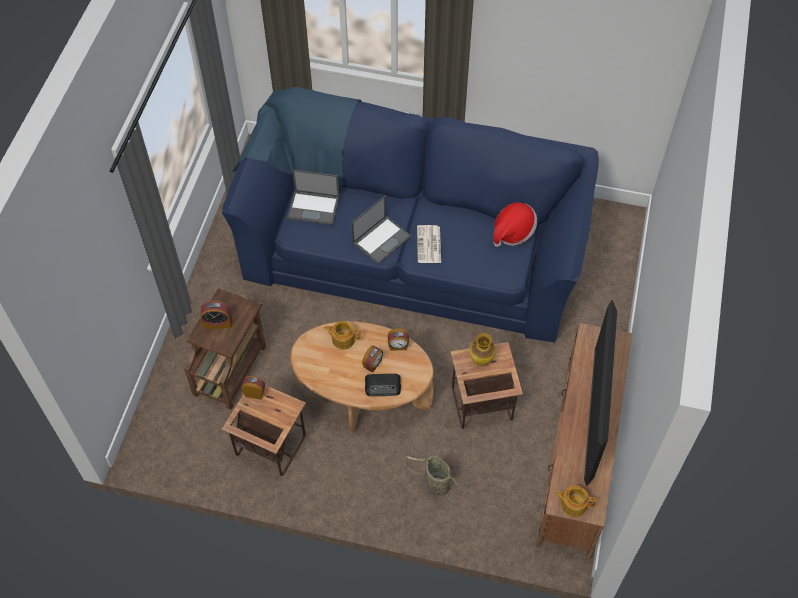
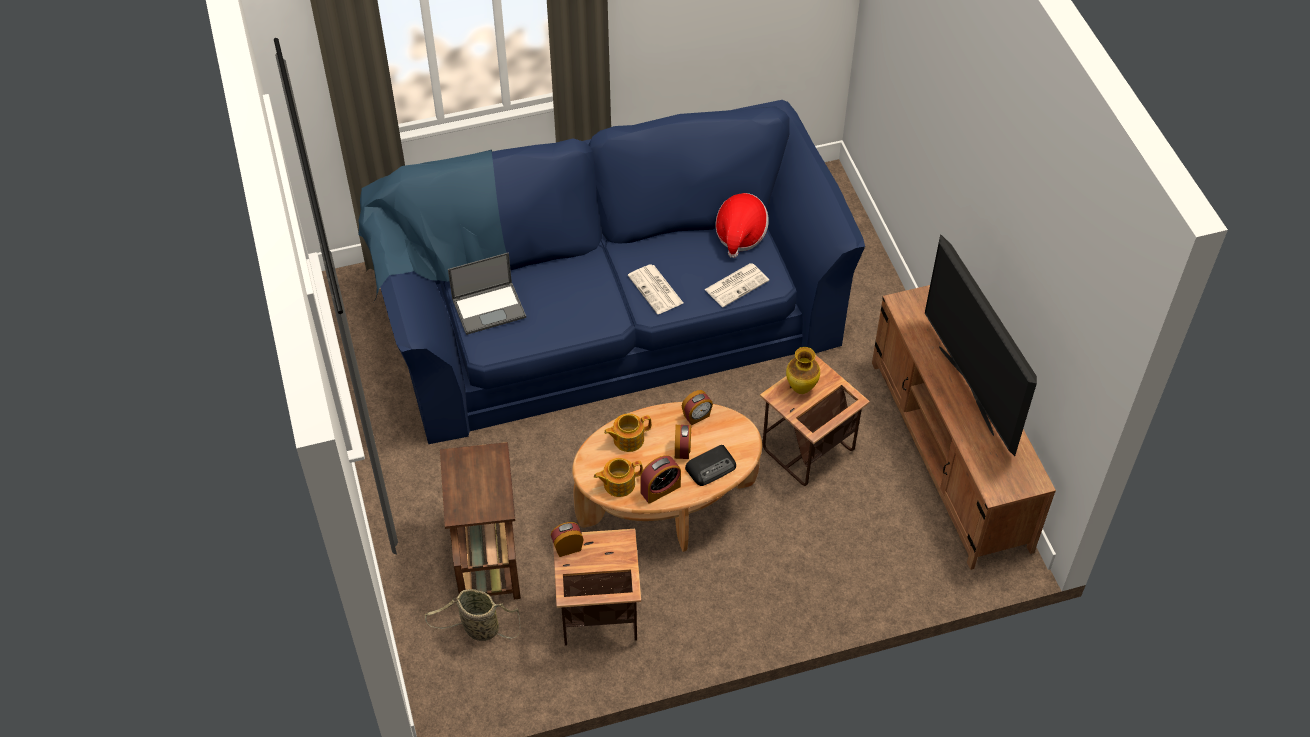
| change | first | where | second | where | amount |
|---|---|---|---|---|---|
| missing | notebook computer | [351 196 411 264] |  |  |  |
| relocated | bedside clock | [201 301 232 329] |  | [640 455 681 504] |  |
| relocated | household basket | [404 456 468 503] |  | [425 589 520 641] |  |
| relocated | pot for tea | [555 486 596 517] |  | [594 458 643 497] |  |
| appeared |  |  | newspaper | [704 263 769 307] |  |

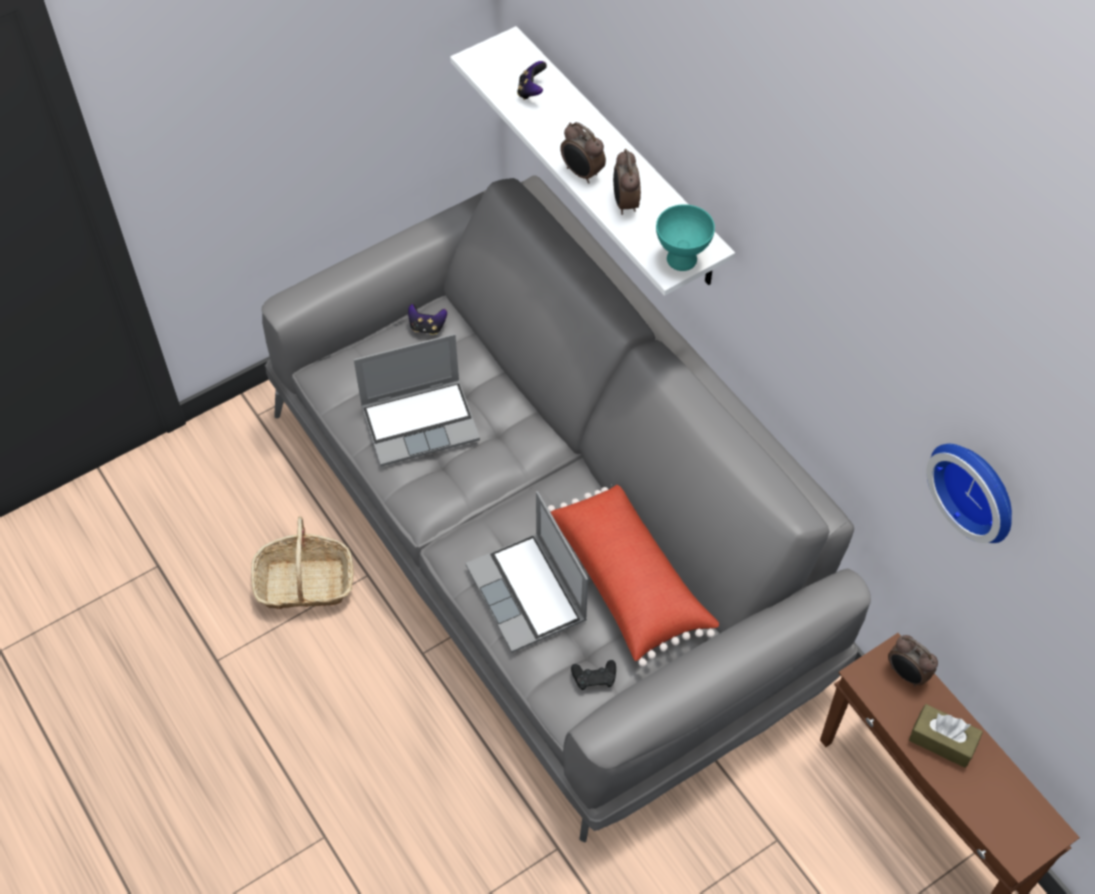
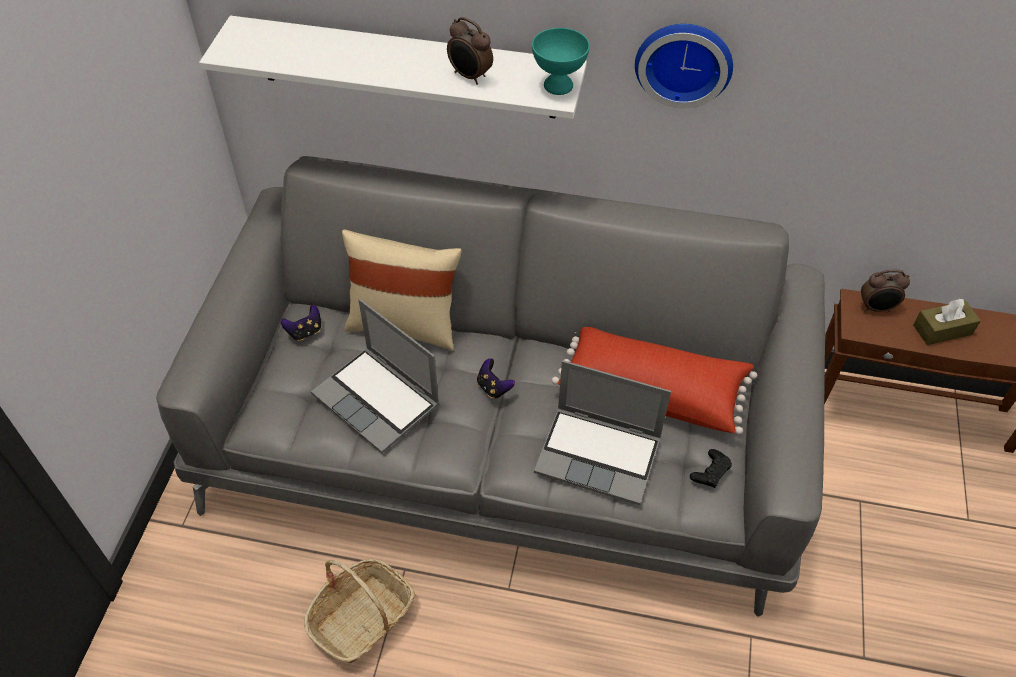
| change | first | where | second | where | amount |
|---|---|---|---|---|---|
| relocated | joypad | [517 61 547 100] |  | [477 358 515 399] |  |
| missing | bedside clock | [560 122 606 184] |  |  |  |
| spun | notebook computer | [354 334 480 466] |  | [311 299 440 453] | 105 degrees clockwise |
| relocated | hanging clock | [926 444 1012 543] |  | [635 24 733 108] |  |
| appeared |  |  | cushion/beige | [342 230 462 351] |  |

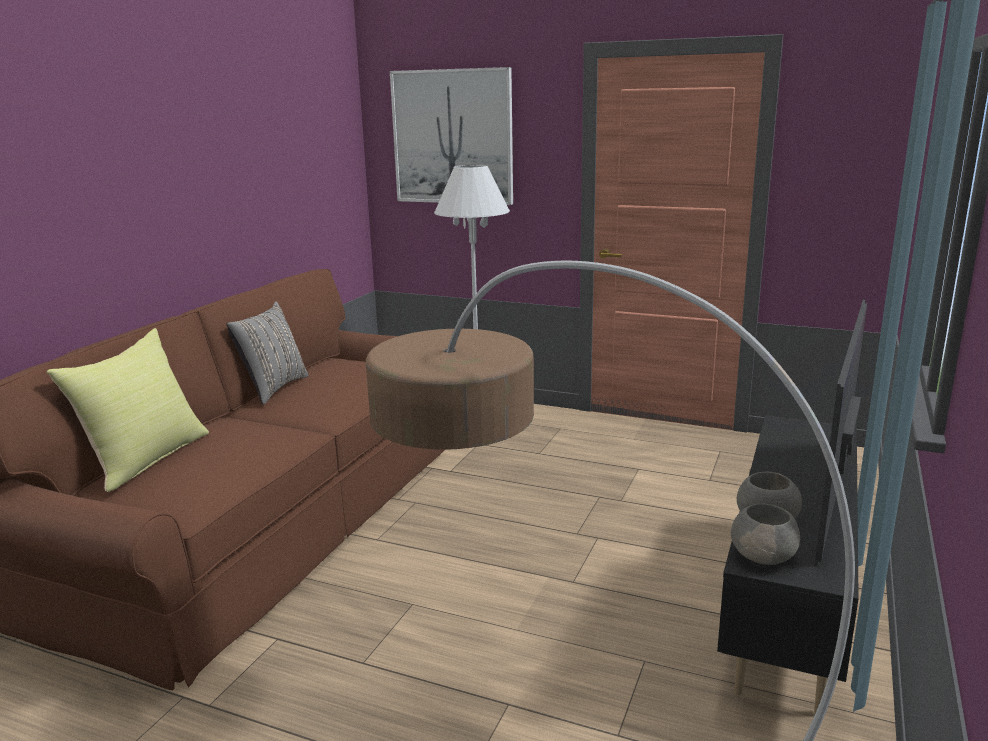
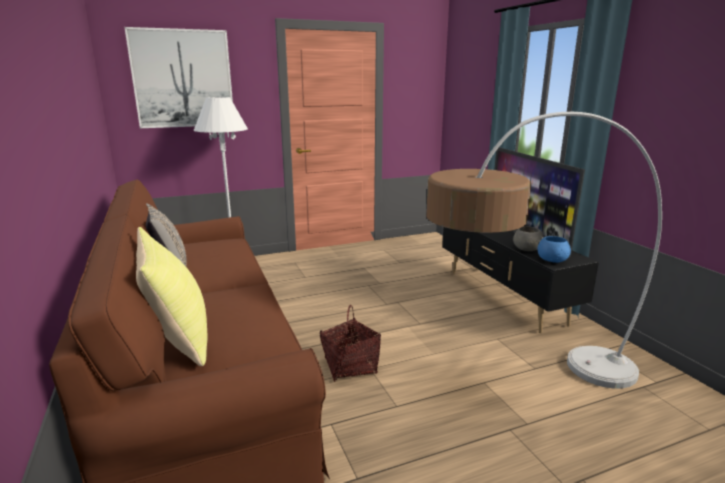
| change | first | where | second | where | amount |
|---|---|---|---|---|---|
| colour | bowl/grey | [731 504 800 565] | bowl/blue | [538 236 571 263] |  |
| appeared |  |  | household basket | [320 305 381 382] |  |

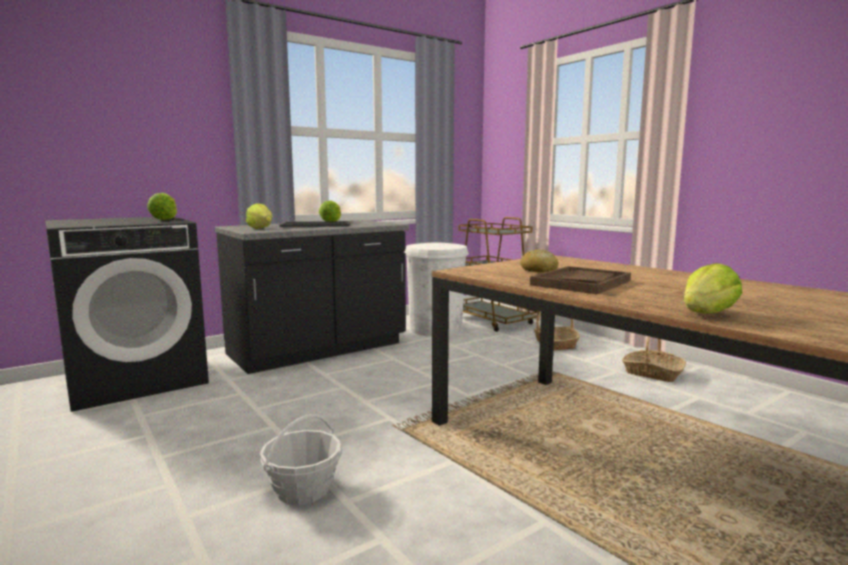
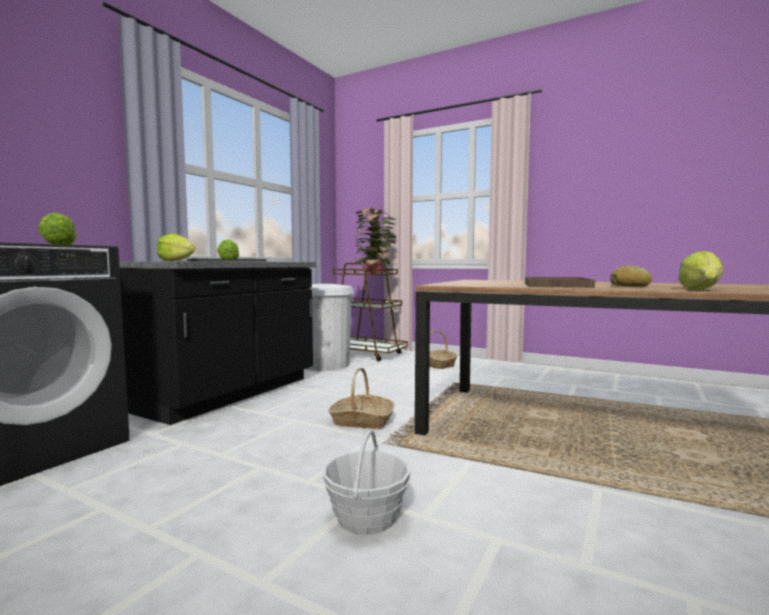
| change | first | where | second | where | amount |
|---|---|---|---|---|---|
| relocated | bakery bread | [520 249 559 272] |  | [610 265 652 287] |  |
| relocated | household basket | [622 336 686 382] |  | [328 368 395 429] |  |
| appeared |  |  | potted plant | [352 208 396 274] |  |

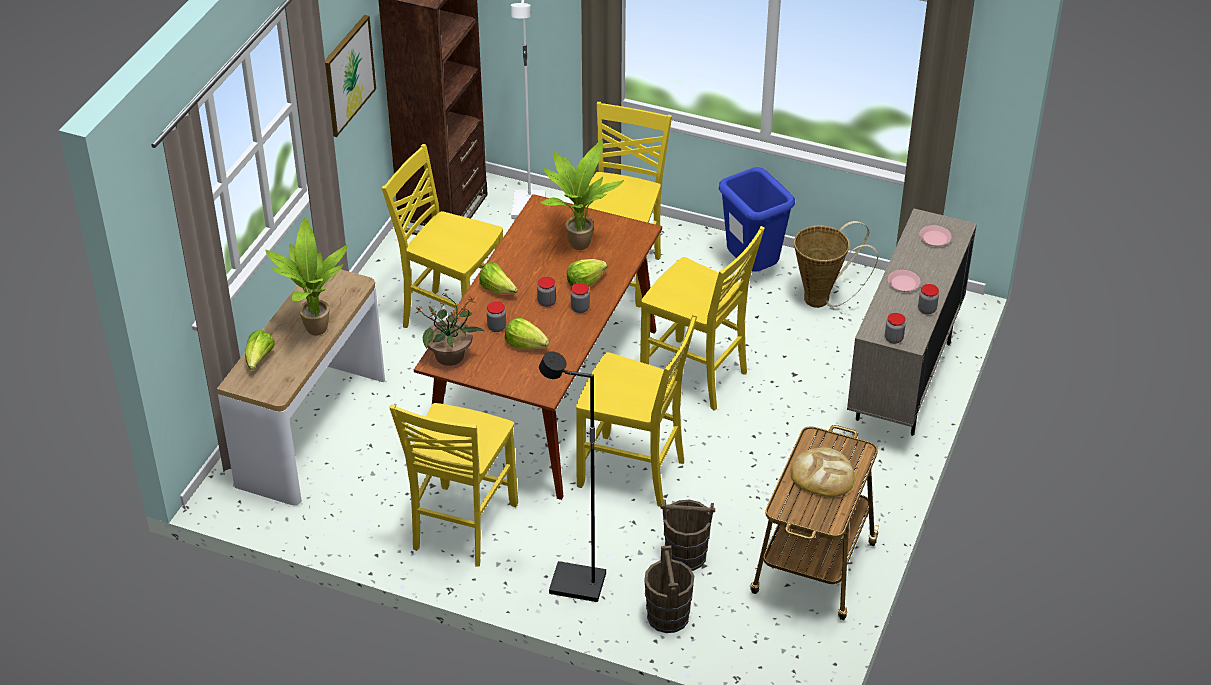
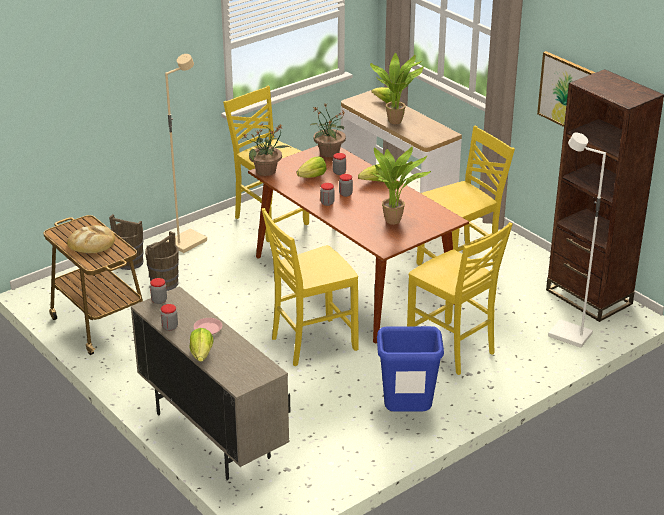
| change | first | where | second | where | amount |
|---|---|---|---|---|---|
| missing | household basket | [794 221 878 308] |  |  |  |
| missing | plate/pink-coloured | [919 225 952 246] |  |  |  |
| relocated | lettuce | [567 259 607 287] |  | [190 328 213 362] |  |
| missing | plain chair/yellowish | [576 313 698 507] |  |  |  |
| colour | standing lamp/blackish | [539 351 606 602] | standing lamp/beige | [165 54 207 253] |  |
| appeared |  |  | potted plant | [242 124 291 176] |  |

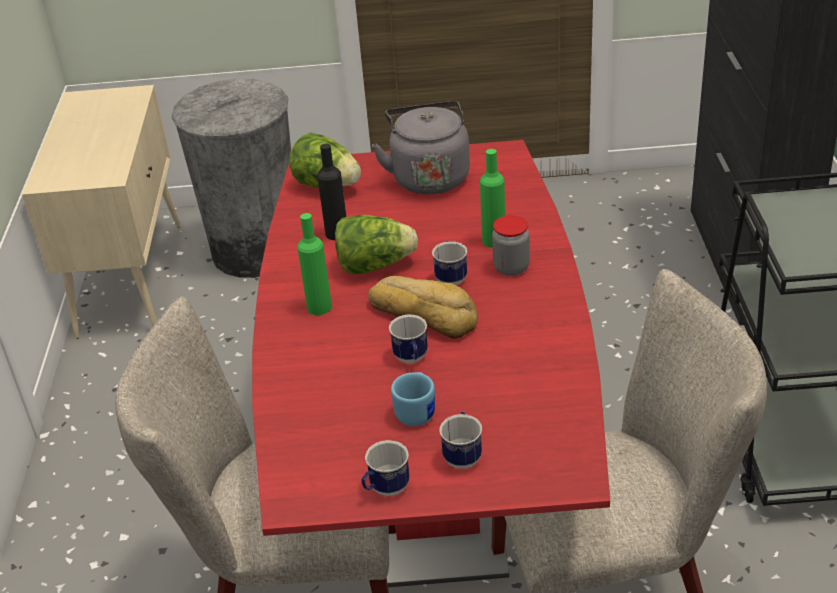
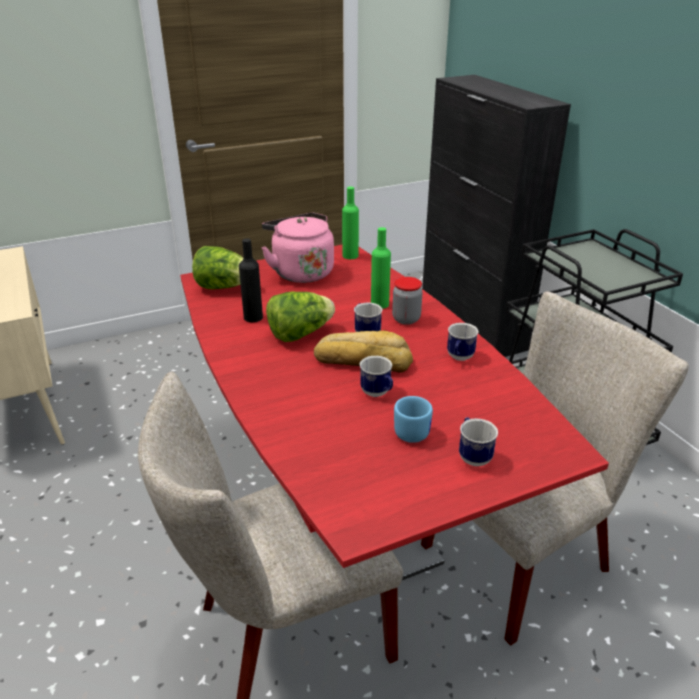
| change | first | where | second | where | amount |
|---|---|---|---|---|---|
| missing | rubbish bin/grey | [172 79 291 278] |  |  |  |
| colour | kettle/grey | [372 101 470 194] | kettle/pink-coloured | [261 213 334 283] |  |
| relocated | beverage bottle/green-coloured | [297 213 332 315] |  | [342 187 359 259] |  |
| relocated | tea mug | [362 440 410 496] |  | [447 323 479 361] |  |

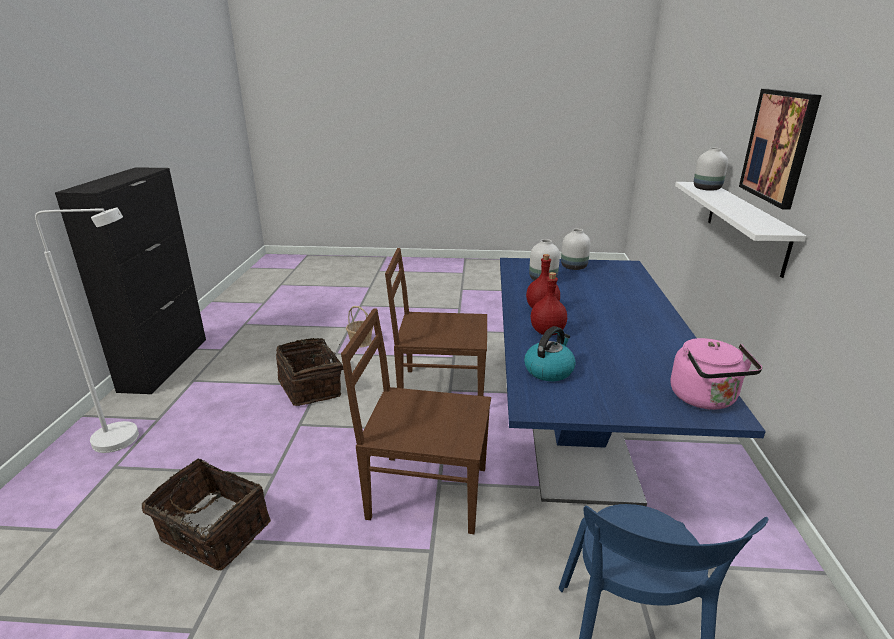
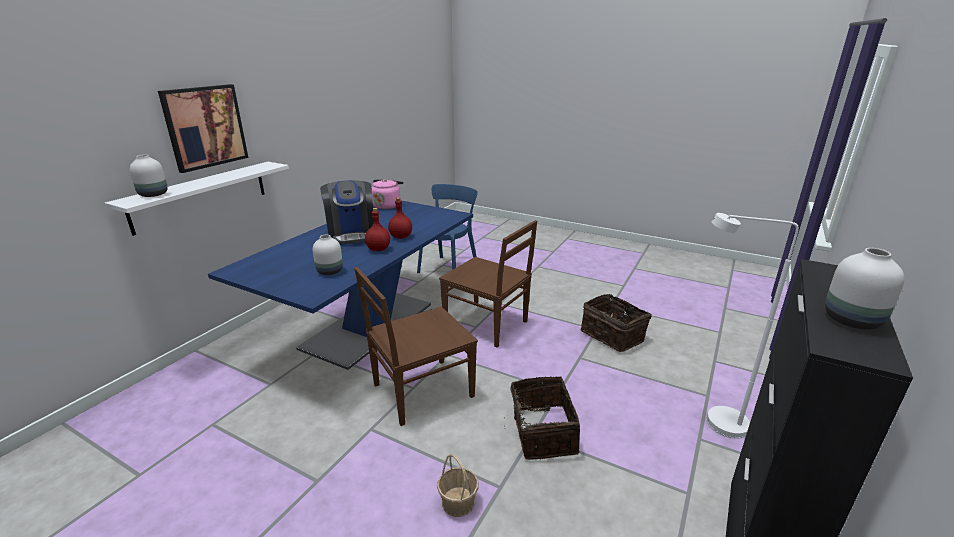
| change | first | where | second | where | amount |
|---|---|---|---|---|---|
| relocated | decorative vase/white | [561 229 591 270] |  | [825 248 904 329] |  |
| spun | plain chair/brownish | [385 248 487 396] |  | [354 267 478 426] | 120 degrees clockwise |
| missing | kettle | [524 326 576 381] |  |  |  |
| appeared |  |  | coffee brewer | [320 180 373 245] |  |

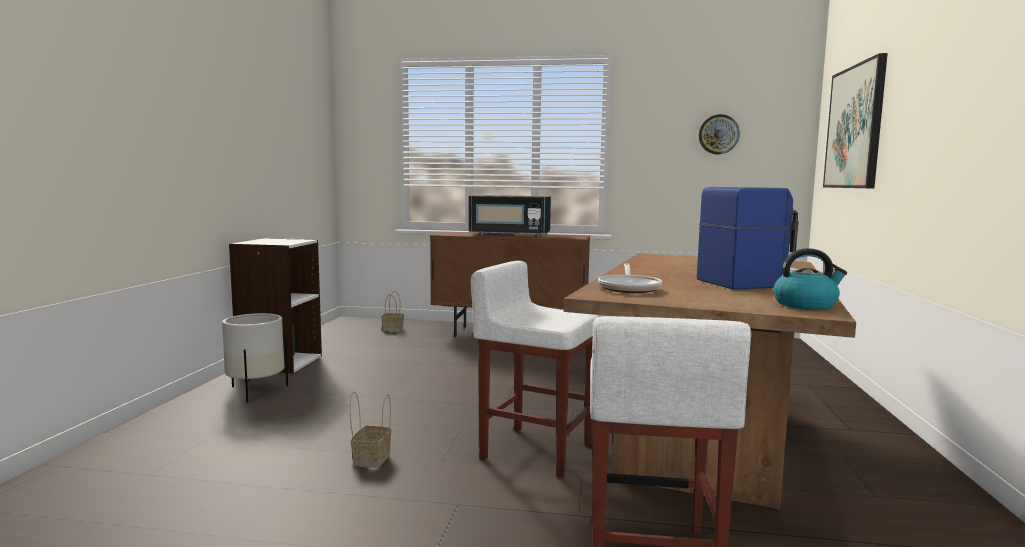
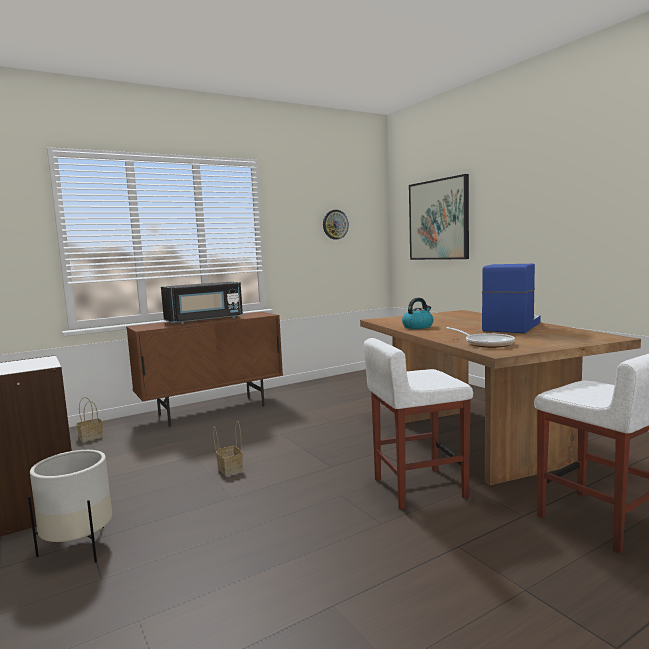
| change | first | where | second | where | amount |
|---|---|---|---|---|---|
| relocated | kettle | [774 248 847 310] |  | [402 298 433 329] |  |
| relocated | household basket | [350 391 391 468] |  | [213 421 243 476] |  |

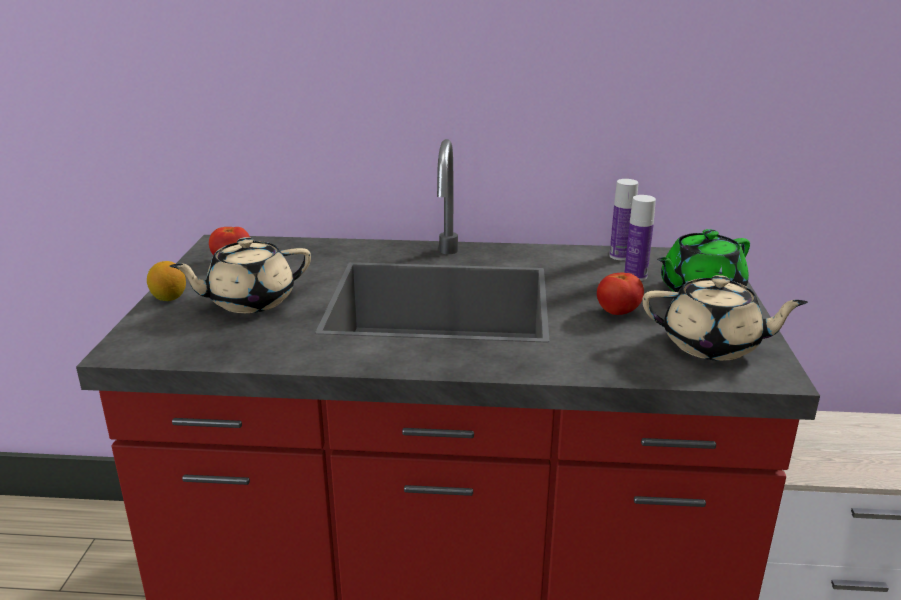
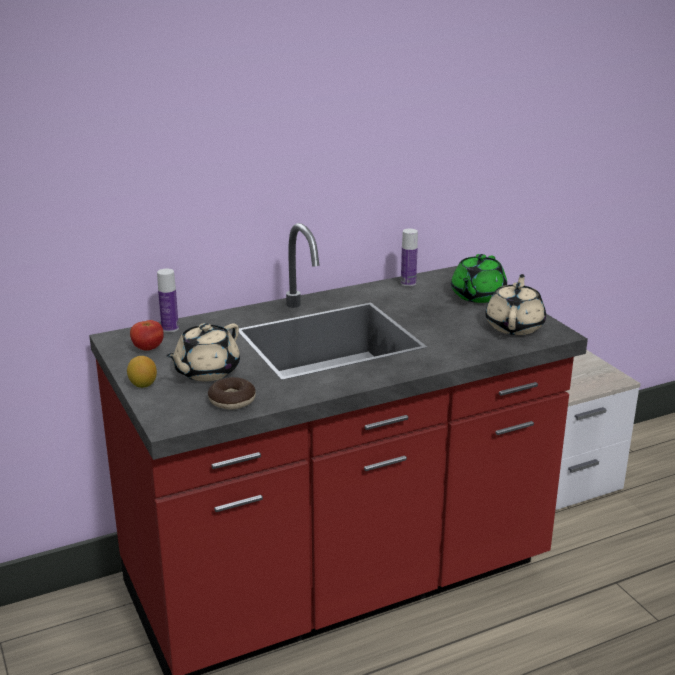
| change | first | where | second | where | amount |
|---|---|---|---|---|---|
| relocated | beverage bottle | [624 195 656 281] |  | [157 269 179 332] |  |
| missing | whole tomato | [597 272 644 315] |  |  |  |
| spun | pot for tea/beige | [642 275 808 361] |  | [485 274 546 335] | 60 degrees counterclockwise |
| appeared |  |  | donut | [208 377 256 410] |  |

